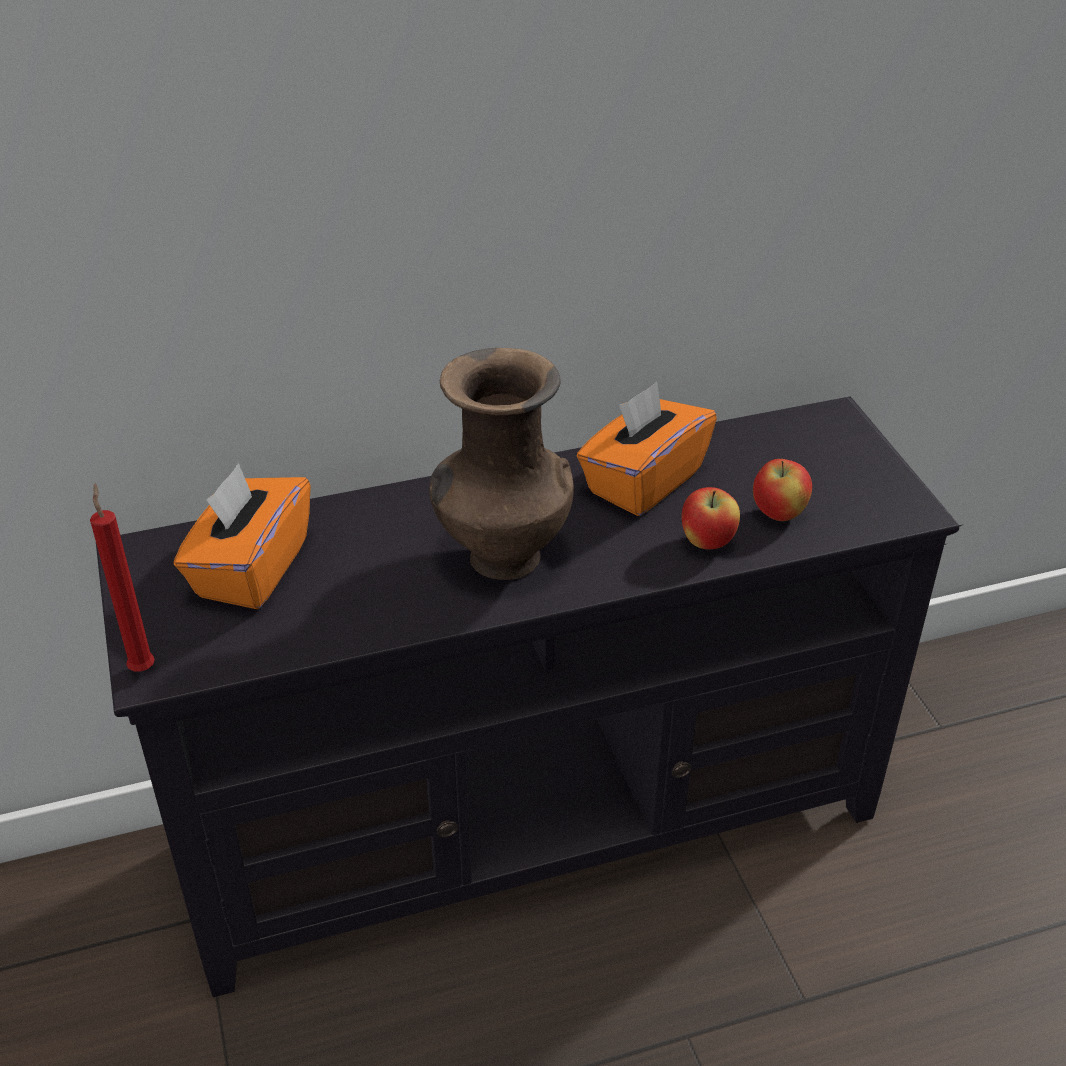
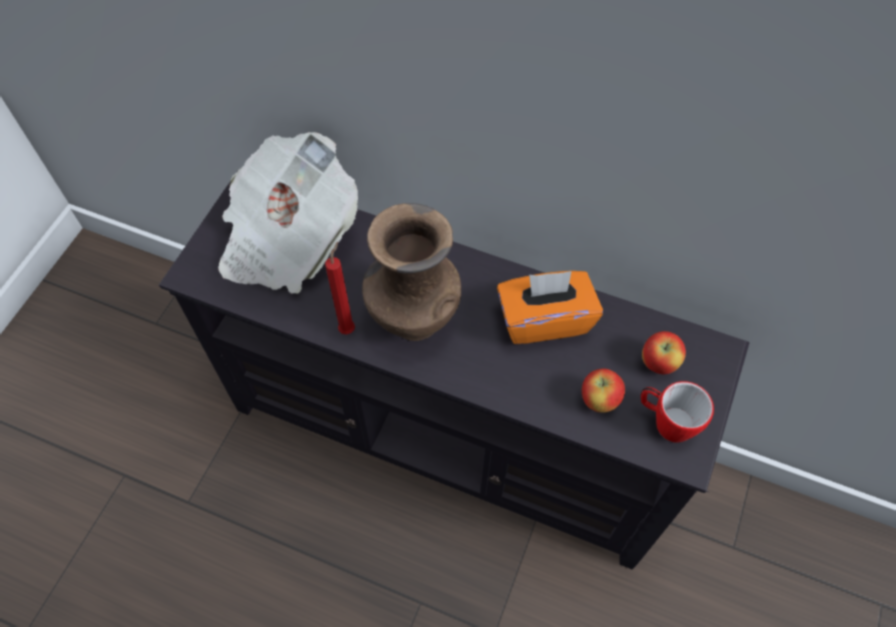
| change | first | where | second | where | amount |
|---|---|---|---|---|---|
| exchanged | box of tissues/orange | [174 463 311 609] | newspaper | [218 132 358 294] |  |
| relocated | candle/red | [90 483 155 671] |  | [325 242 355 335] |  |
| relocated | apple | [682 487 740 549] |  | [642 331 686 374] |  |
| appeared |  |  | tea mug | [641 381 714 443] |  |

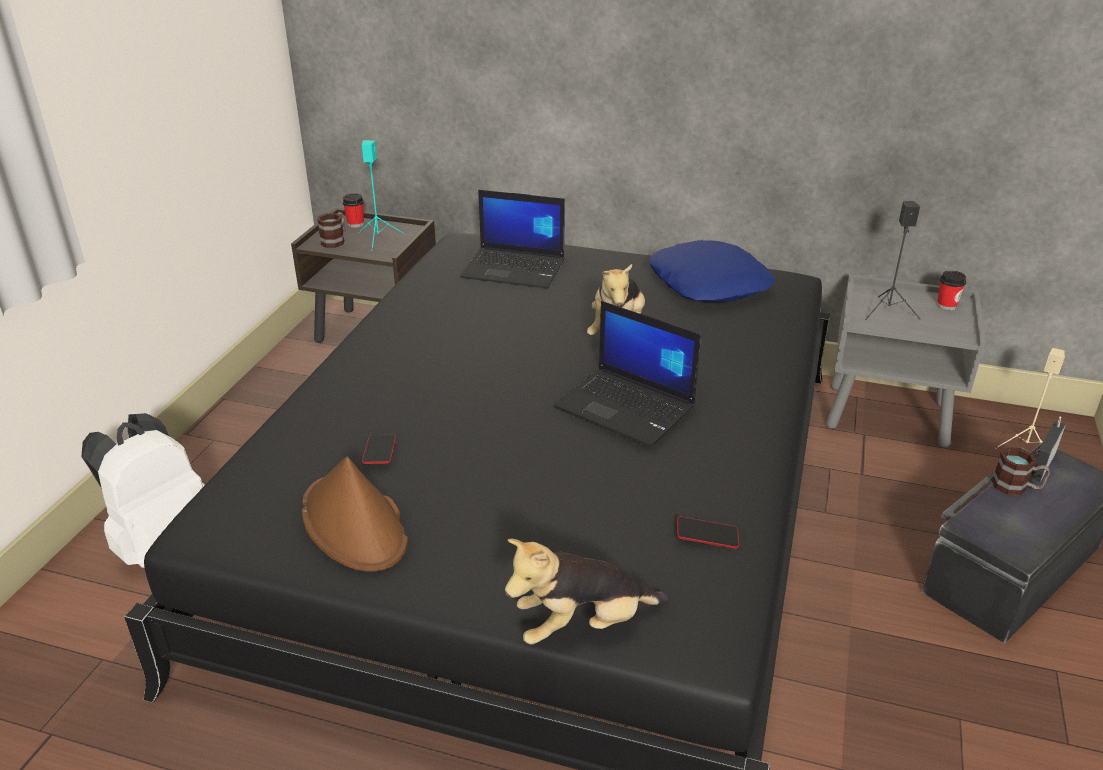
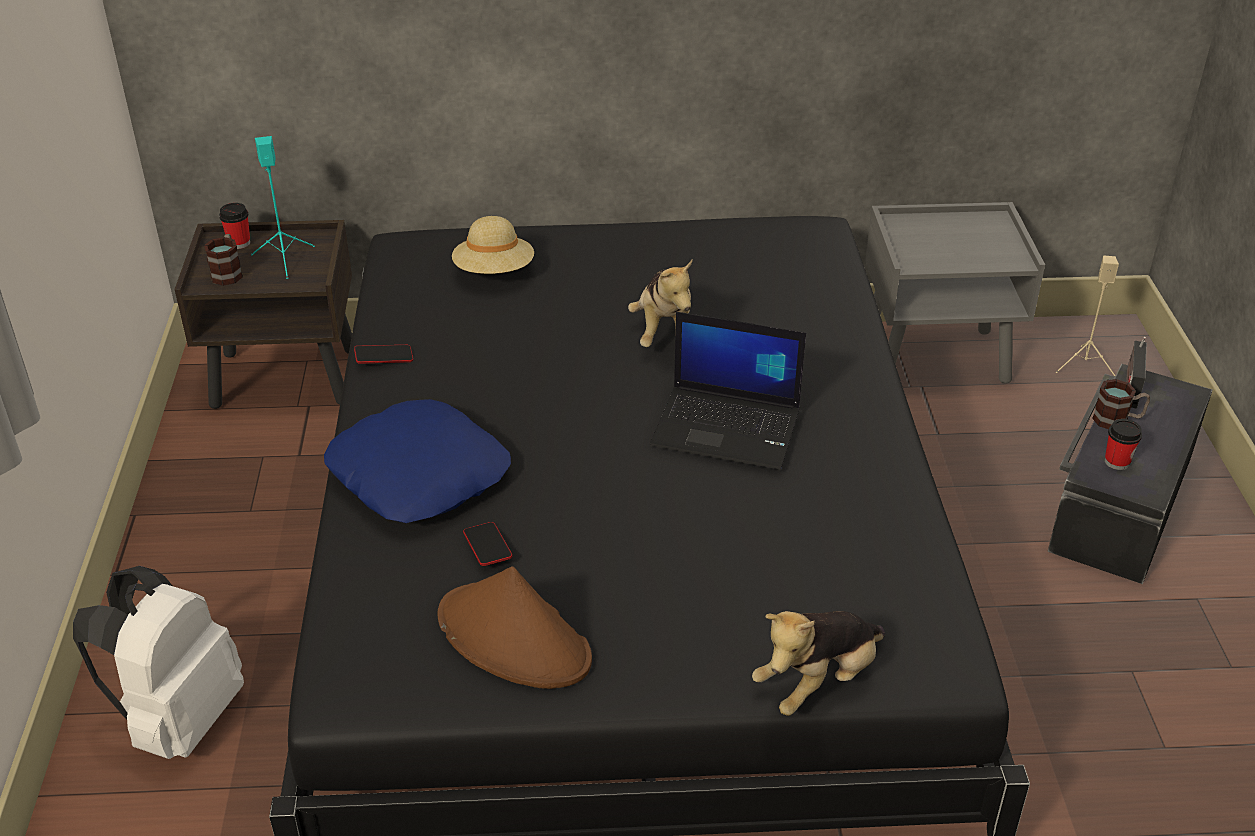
| change | first | where | second | where | amount |
|---|---|---|---|---|---|
| exchanged | notebook computer | [460 190 565 289] | clothing hat/beige | [452 216 534 274] |  |
| missing | speaker/blackish | [865 201 920 320] |  |  |  |
| relocated | cushion/blue | [649 240 775 303] |  | [324 399 511 523] |  |
| relocated | cup | [937 270 966 310] |  | [1105 419 1142 470] |  |
| relocated | telephone | [677 516 739 549] |  | [354 345 413 364] |  |

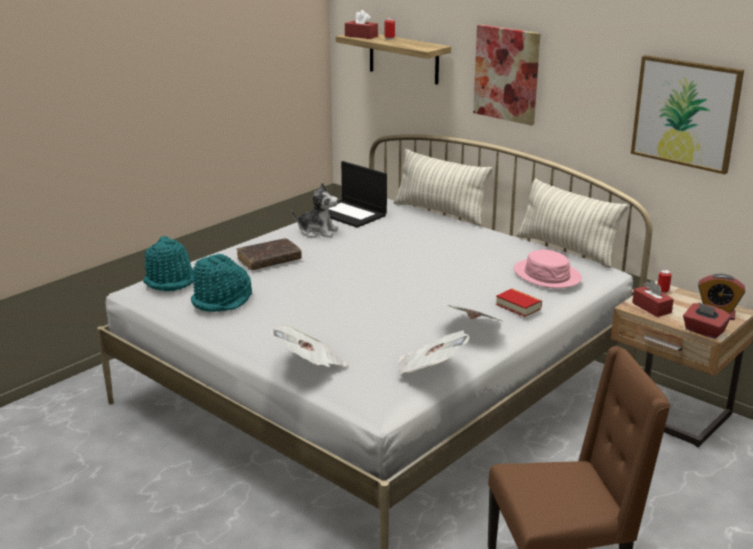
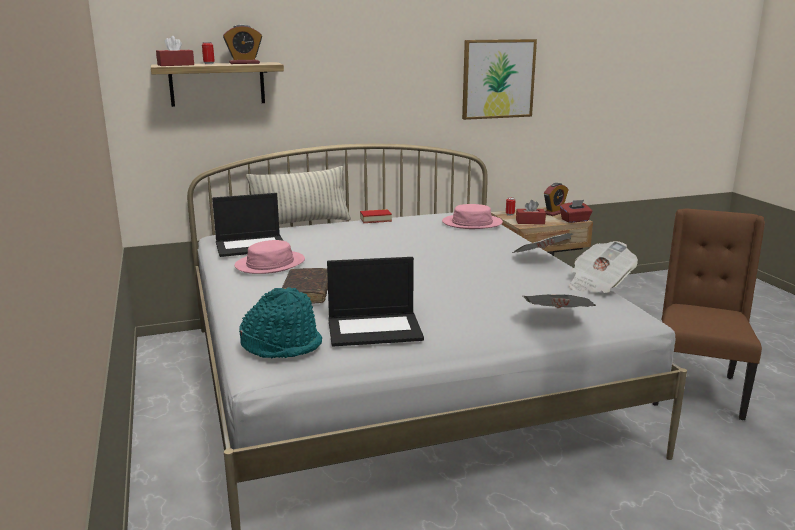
| change | first | where | second | where | amount |
|---|---|---|---|---|---|
| missing | wall art | [473 25 541 126] |  |  |  |
| missing | cushion | [516 178 628 268] |  |  |  |
| exchanged | soft toy | [292 183 338 238] | clothing hat/pink-coloured | [234 240 305 274] |  |
| exchanged | clothing hat/blue-green | [191 254 252 312] | notebook computer | [327 257 424 347] |  |
| relocated | bound book | [496 289 542 317] |  | [360 209 392 223] |  |
| appeared |  |  | bedside clock | [223 24 262 64] |  |

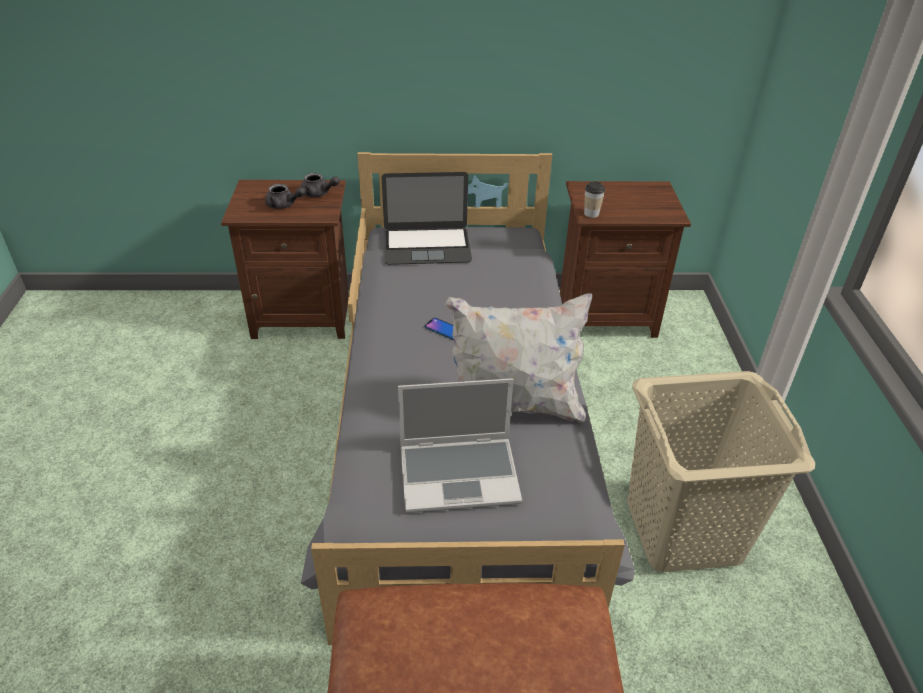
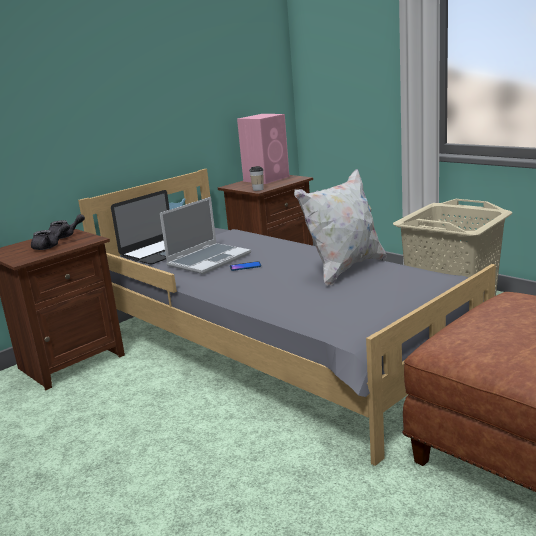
| change | first | where | second | where | amount |
|---|---|---|---|---|---|
| relocated | notebook computer | [398 378 522 513] |  | [160 197 251 274] |  |
| appeared |  |  | speaker/pink-coloured | [237 114 289 184] |  |

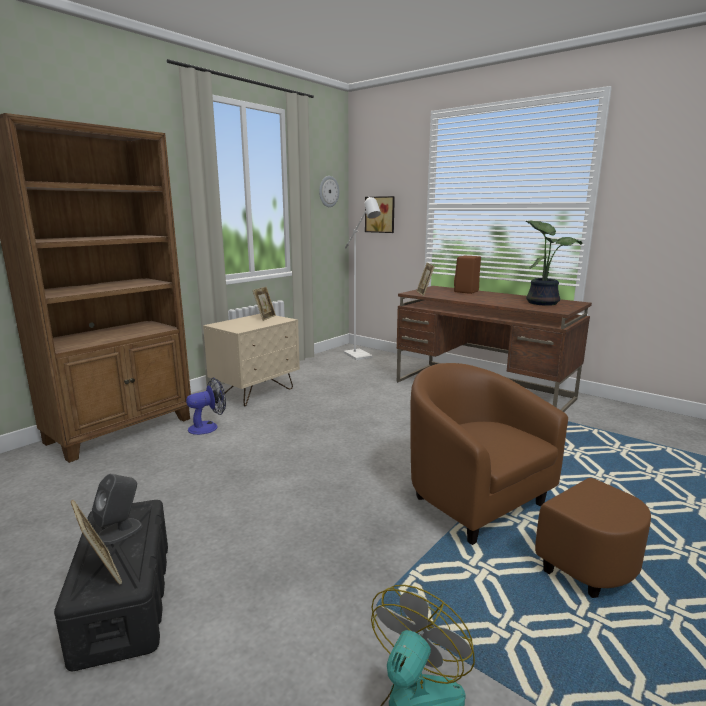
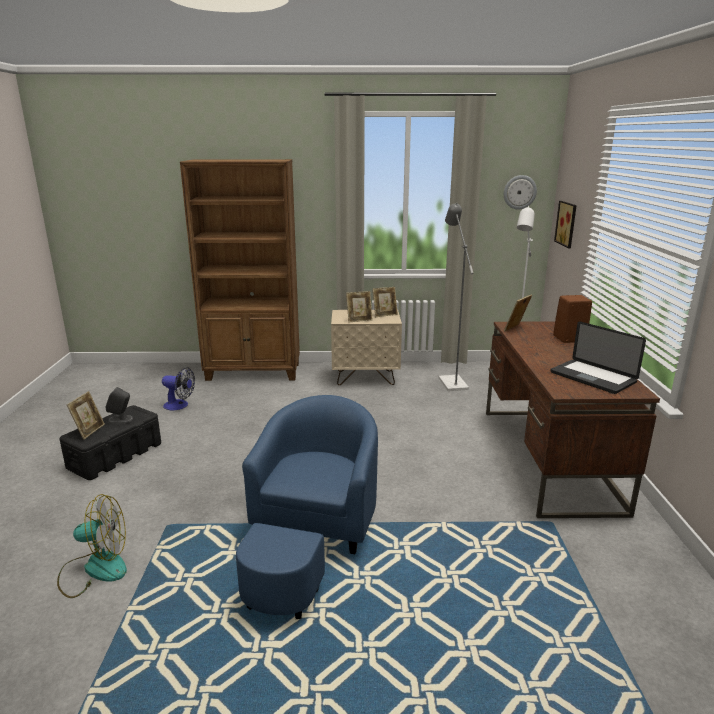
| change | first | where | second | where | amount |
|---|---|---|---|---|---|
| exchanged | potted plant | [525 220 582 306] | notebook computer | [550 321 646 394] |  |
| colour | armchair/brownish | [411 363 651 598] | armchair/blue | [236 395 378 619] |  |
| relocated | fan | [186 378 226 435] |  | [162 367 195 411] |  |
| appeared |  |  | standing lamp/grey | [439 203 474 391] |  |
| appeared |  |  | standing frame | [346 291 373 322] |  |

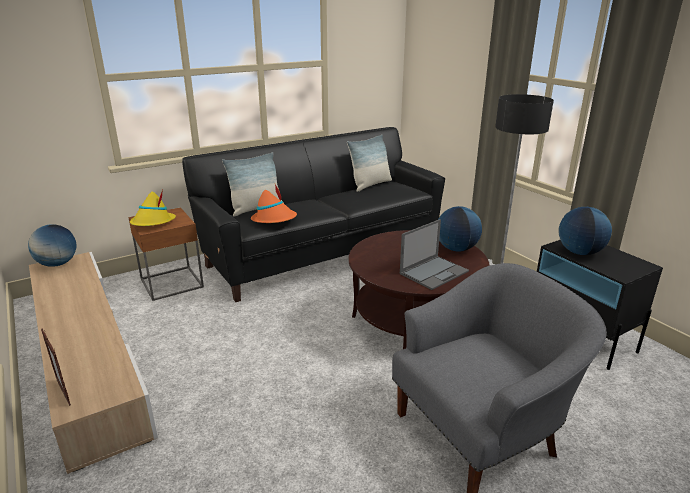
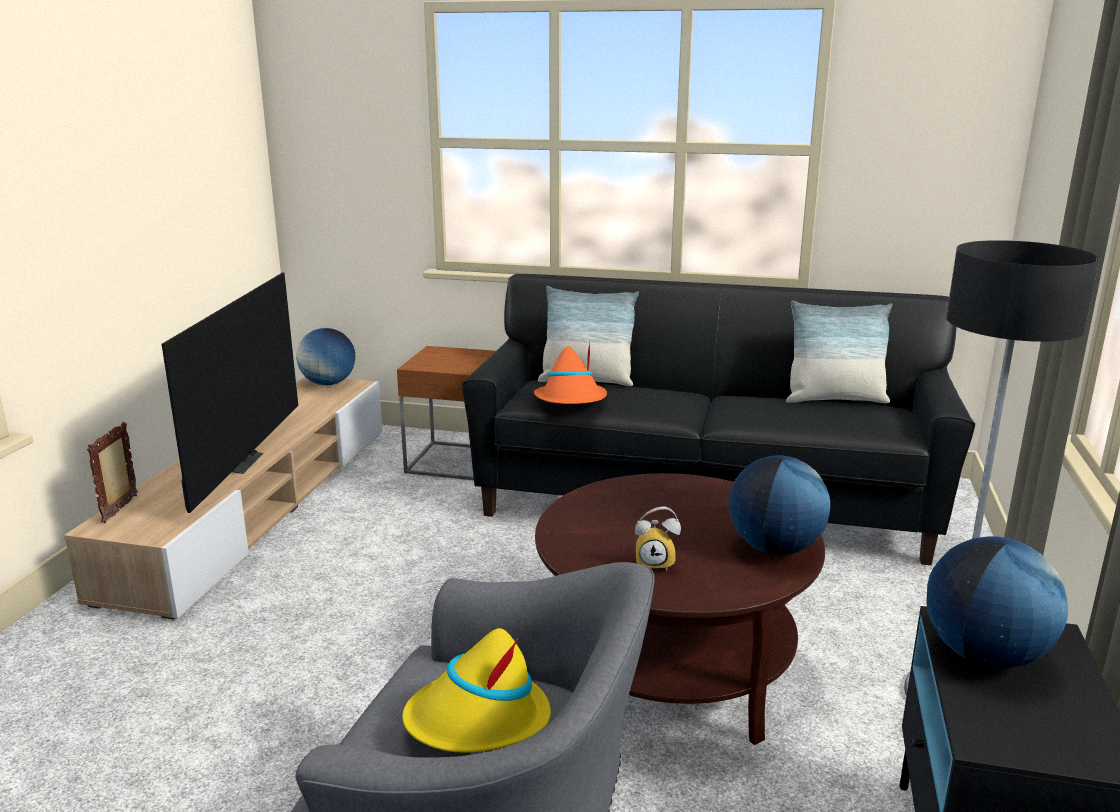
| change | first | where | second | where | amount |
|---|---|---|---|---|---|
| relocated | clothing hat/yellowish | [130 189 176 226] |  | [402 628 551 752] |  |
| exchanged | notebook computer | [400 219 469 290] | bedside clock | [635 507 681 571] |  |
| appeared |  |  | TV | [162 272 298 513] |  |

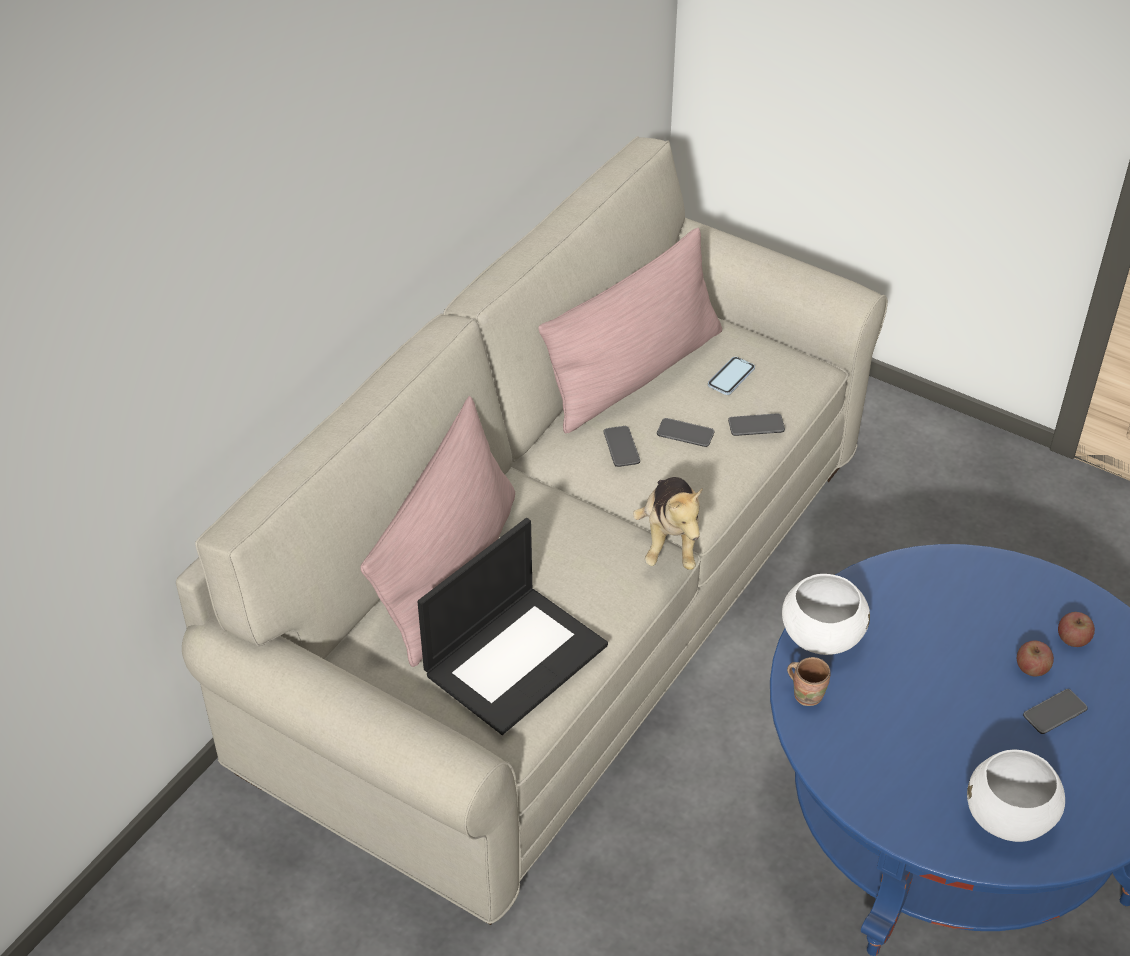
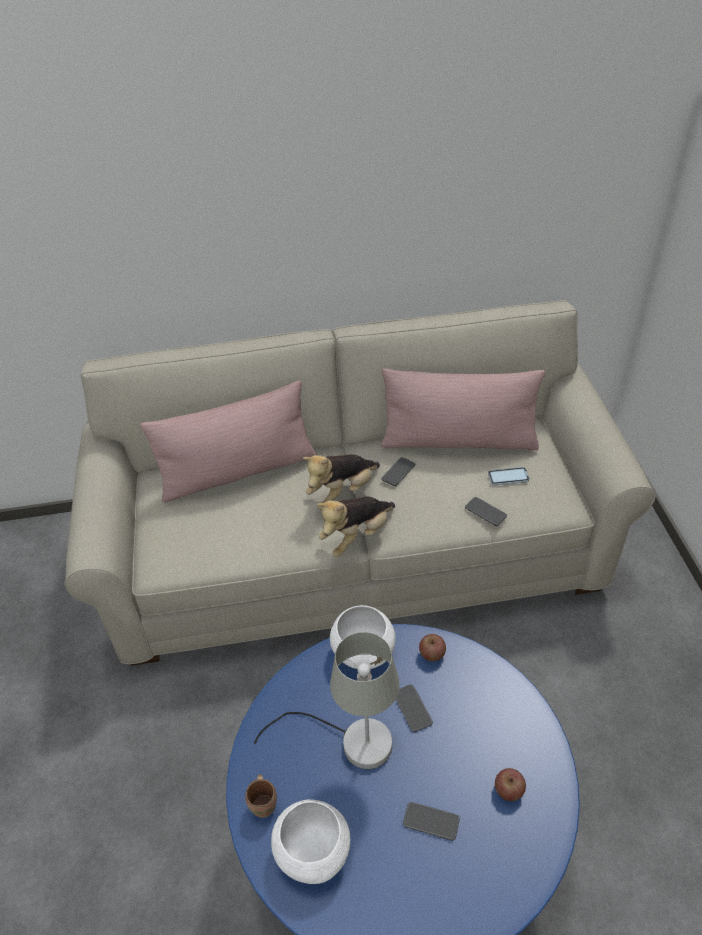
| change | first | where | second | where | amount |
|---|---|---|---|---|---|
| relocated | telephone | [657 418 714 447] |  | [396 685 433 732] |  |
| missing | notebook computer | [417 518 608 735] |  |  |  |
| relocated | apple | [1017 641 1054 677] |  | [419 634 446 661] |  |
| relocated | tea mug/brownish | [787 657 830 706] |  | [245 774 277 818] |  |
| appeared |  |  | soft toy | [303 454 380 510] |  |
| appeared |  |  | table lamp/grey | [254 632 400 769] |  |

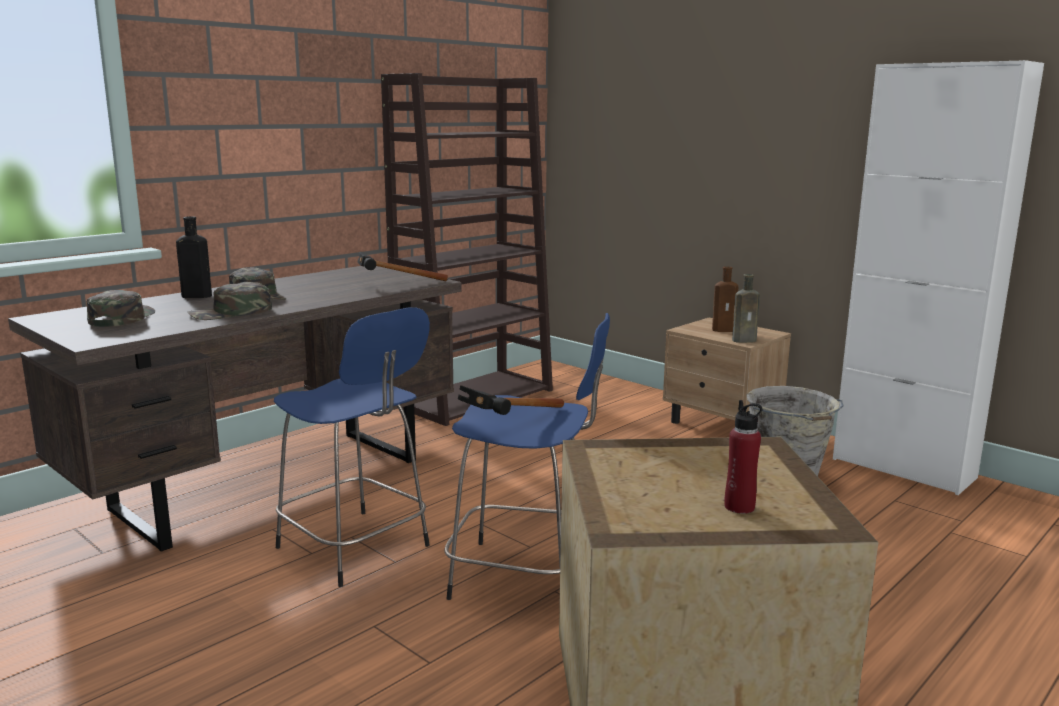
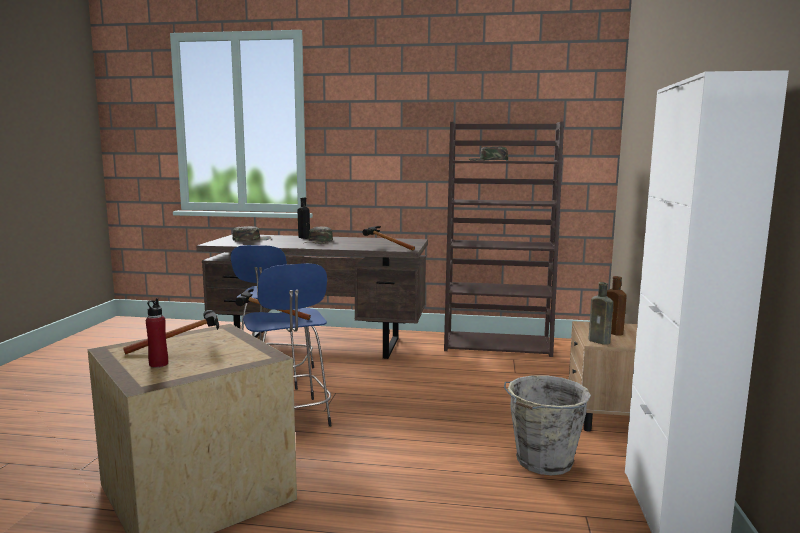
| change | first | where | second | where | amount |
|---|---|---|---|---|---|
| relocated | peaked cap/green-coloured | [188 282 272 320] |  | [469 146 508 161] |  |
| appeared |  |  | tool hammer | [123 310 219 354] |  |

